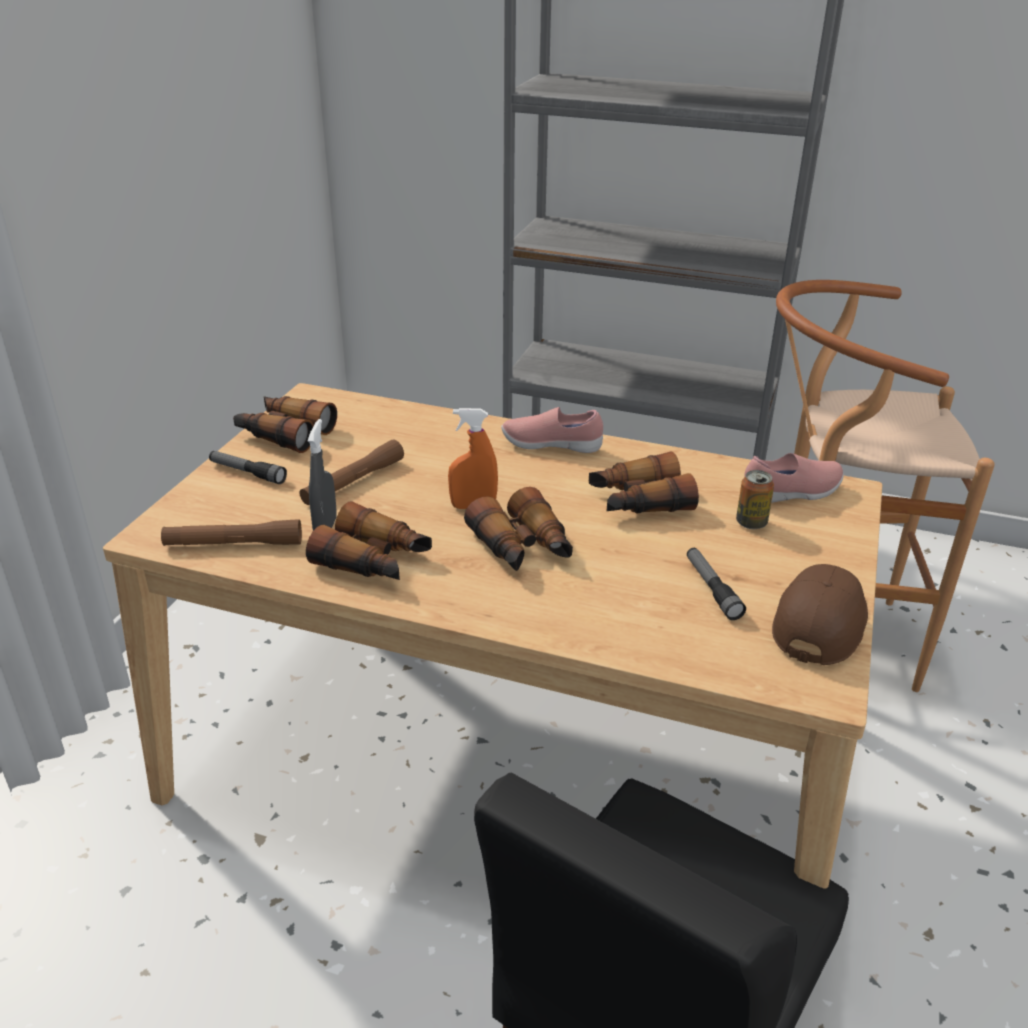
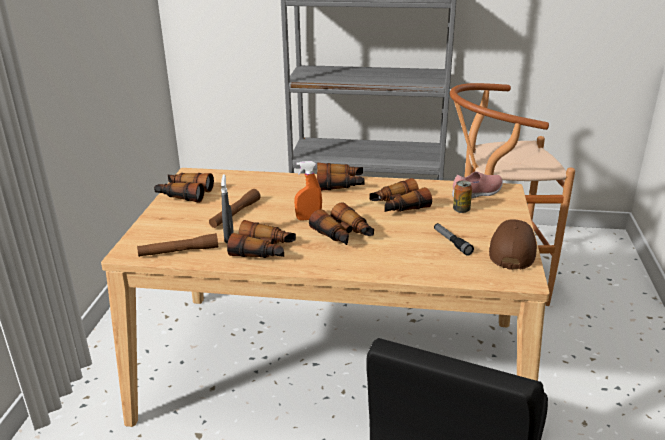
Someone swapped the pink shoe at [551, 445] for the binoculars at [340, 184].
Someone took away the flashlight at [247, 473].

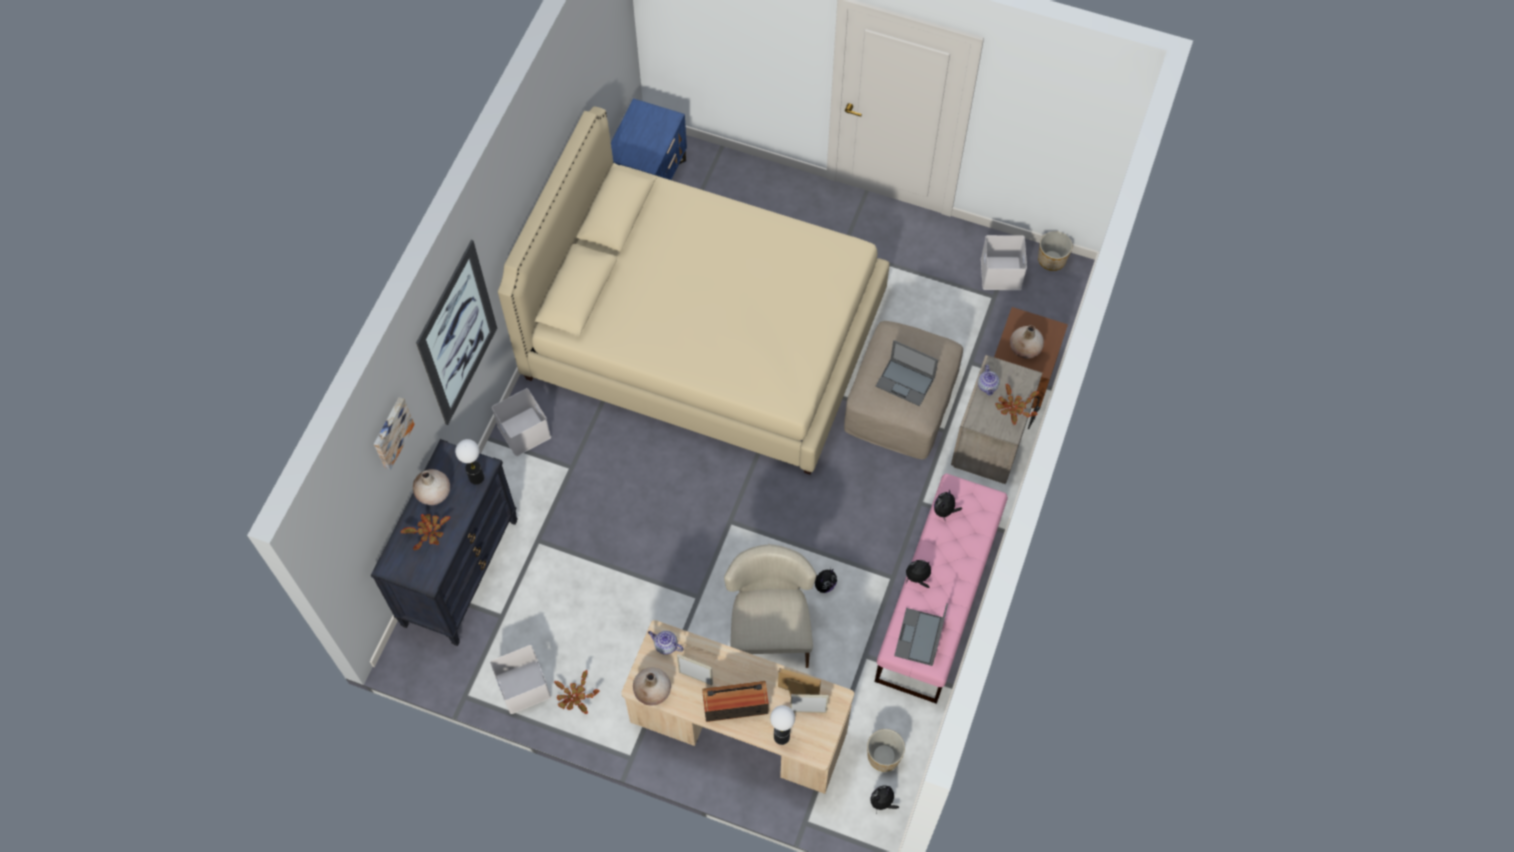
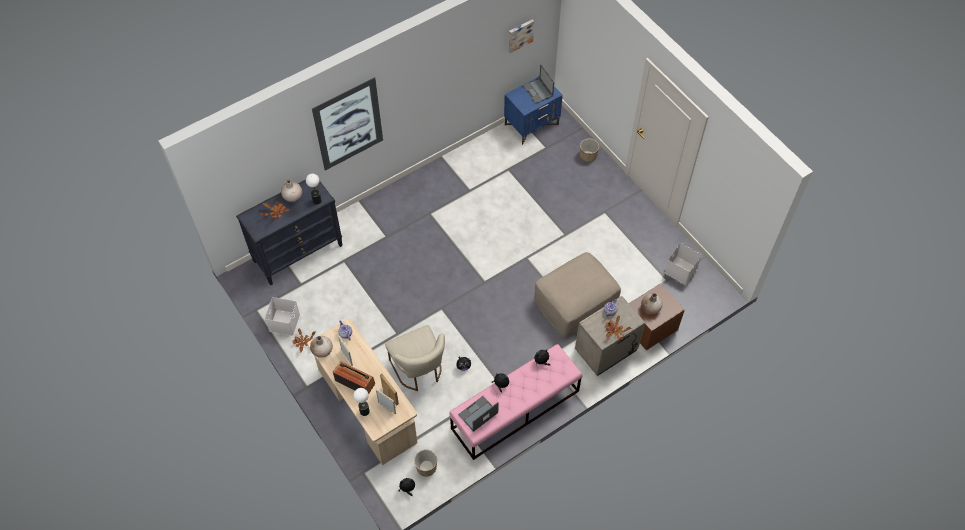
Someone rotated the beige chair at [769, 630] by 120 degrees clockwise.
Someone carried the picture from [391, 432] to [520, 35].
Someone carried the laptop from [906, 382] to [538, 91].
Someone carried the planter from [1051, 260] to [588, 156].
Someone took away the white storage box at [522, 431].
Someone took away the beige bed at [705, 337].

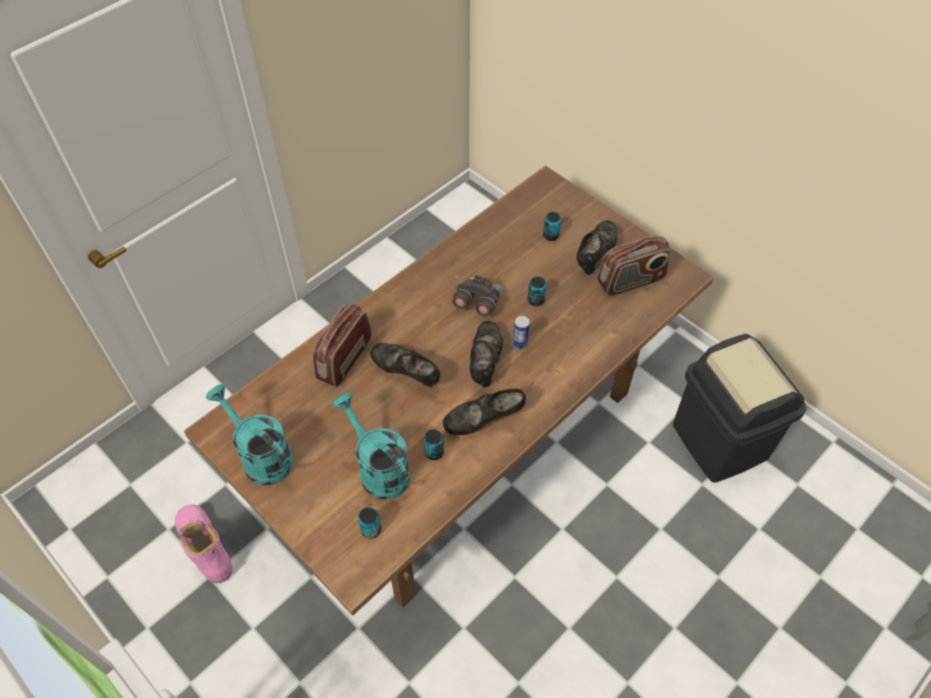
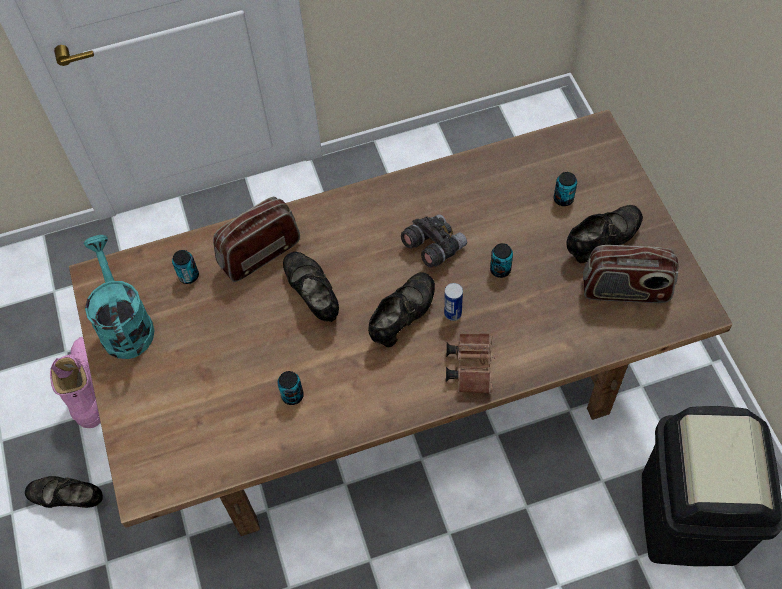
Someone carried the black shoe from [483, 421] to [69, 499].
Someone carried the can from [371, 529] to [189, 276].
Someone put down the brown binoculars at [470, 366].
Someone took away the turquoise watering can at [378, 468].

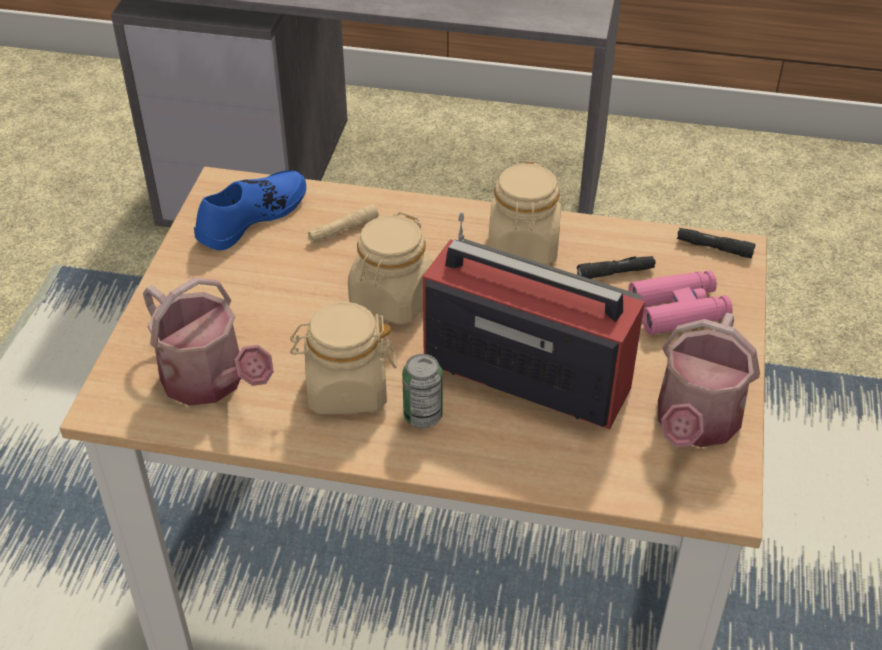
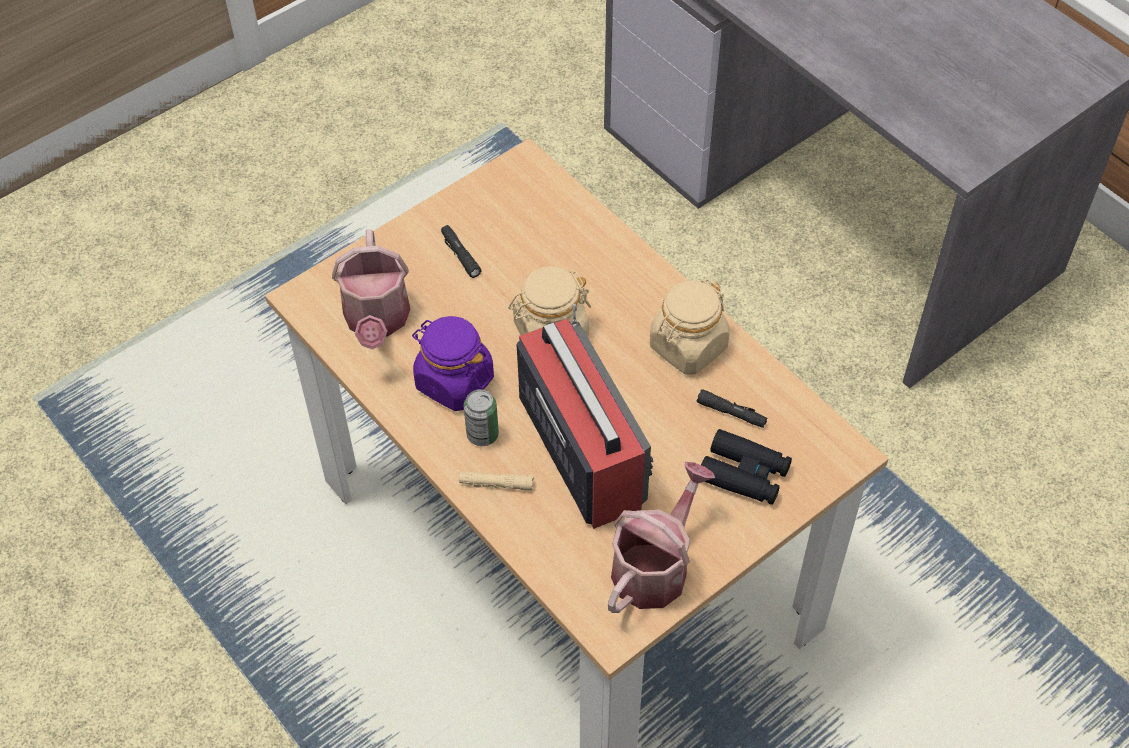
Someone repainted the beige jar at [346, 389], which became the purple jar at [454, 382].
Someone carried the black flashlight from [714, 248] to [460, 255].
Someone carried the beige flashlight from [343, 230] to [496, 484].
Someone rotated the watering can at [695, 424] by 150 degrees clockwise.
Someone repainted the pink binoculars at [678, 310], which became the black binoculars at [744, 474].
Someone took away the blue shoe at [252, 217].

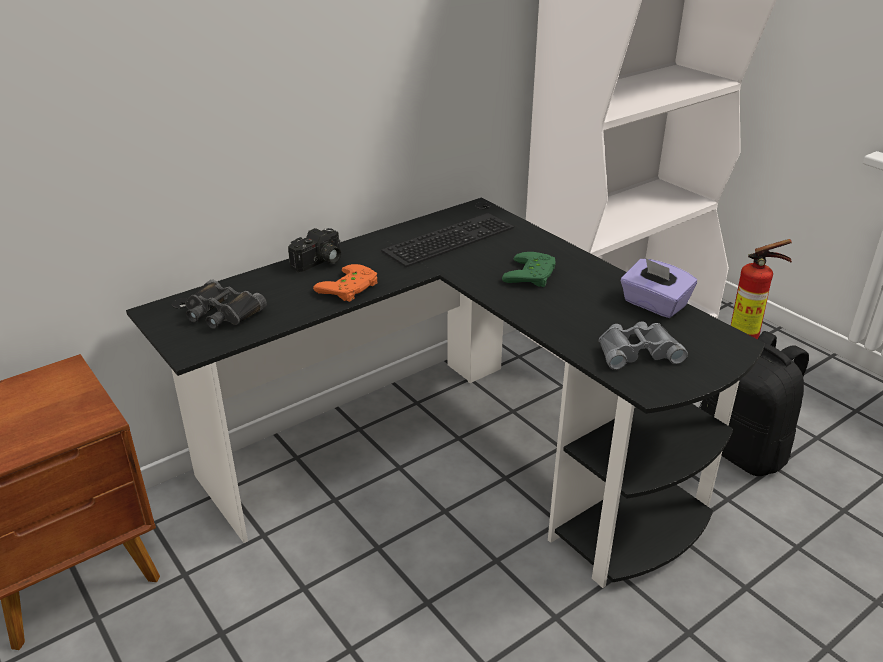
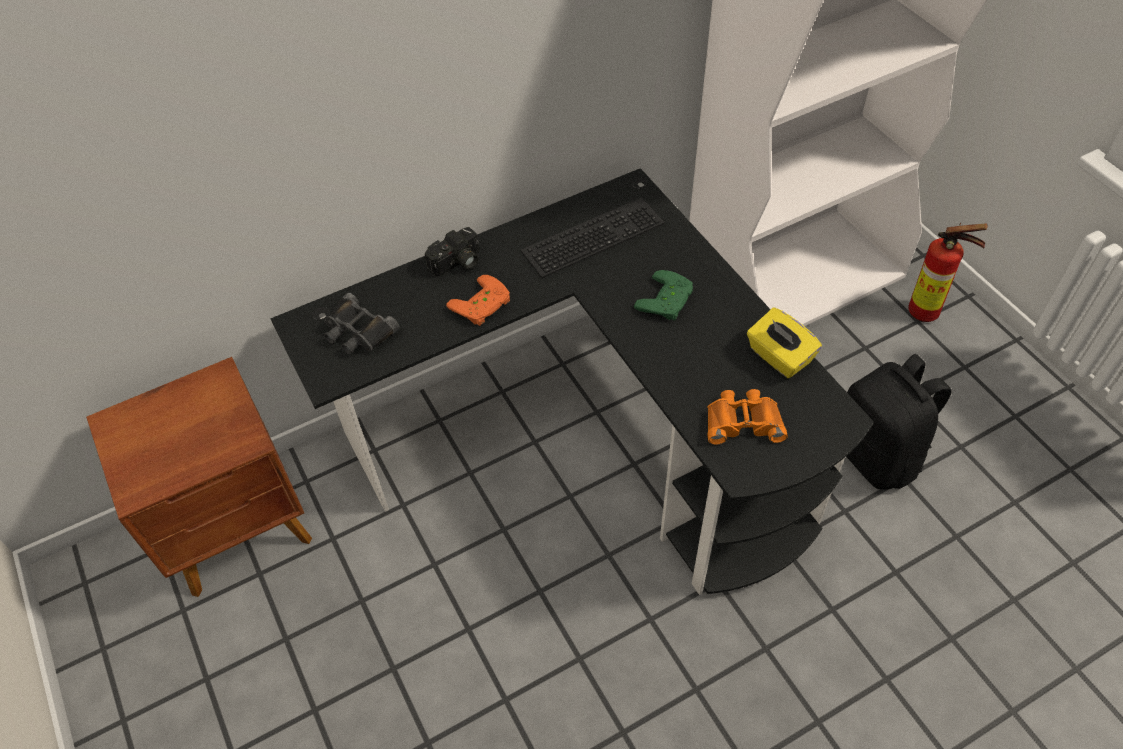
Someone repainted the grey binoculars at [637, 351], which became the orange binoculars at [743, 421].
Someone repainted the purple tissue box at [654, 305], which became the yellow tissue box at [779, 357].

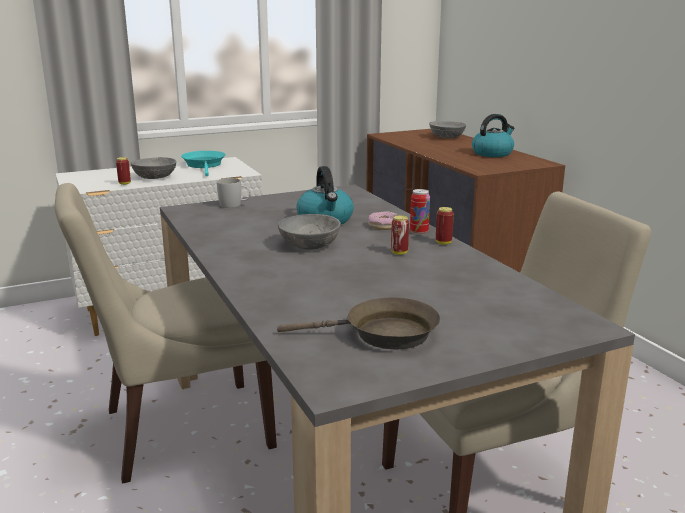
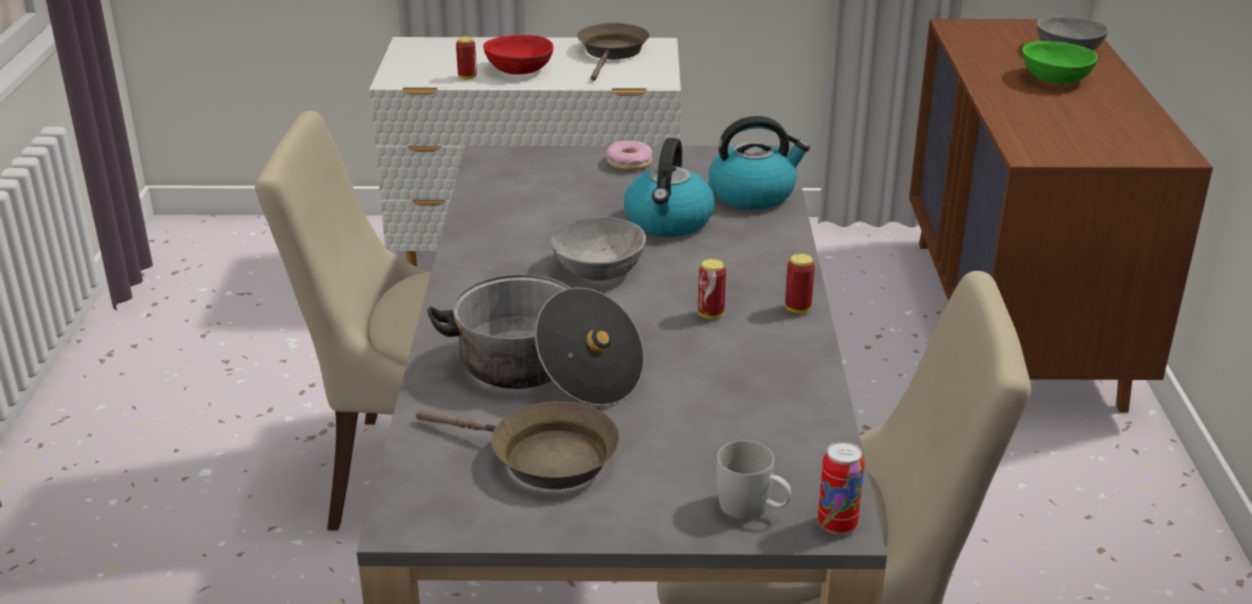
Someone put down the cooking pot at [544, 370].
Someone repainted the grey bowl at [155, 177], which became the red bowl at [519, 70].
Someone repainted the turquoise frying pan at [204, 165], which became the brown frying pan at [612, 52].
Someone carried the donut from [384, 226] to [629, 163].
Someone carried the kettle from [492, 153] to [753, 194].
Someone carried the white mug from [234, 205] to [753, 508].
Someone carried the can from [419, 232] to [837, 525].
Someone put down the green bowl at [1055, 79].

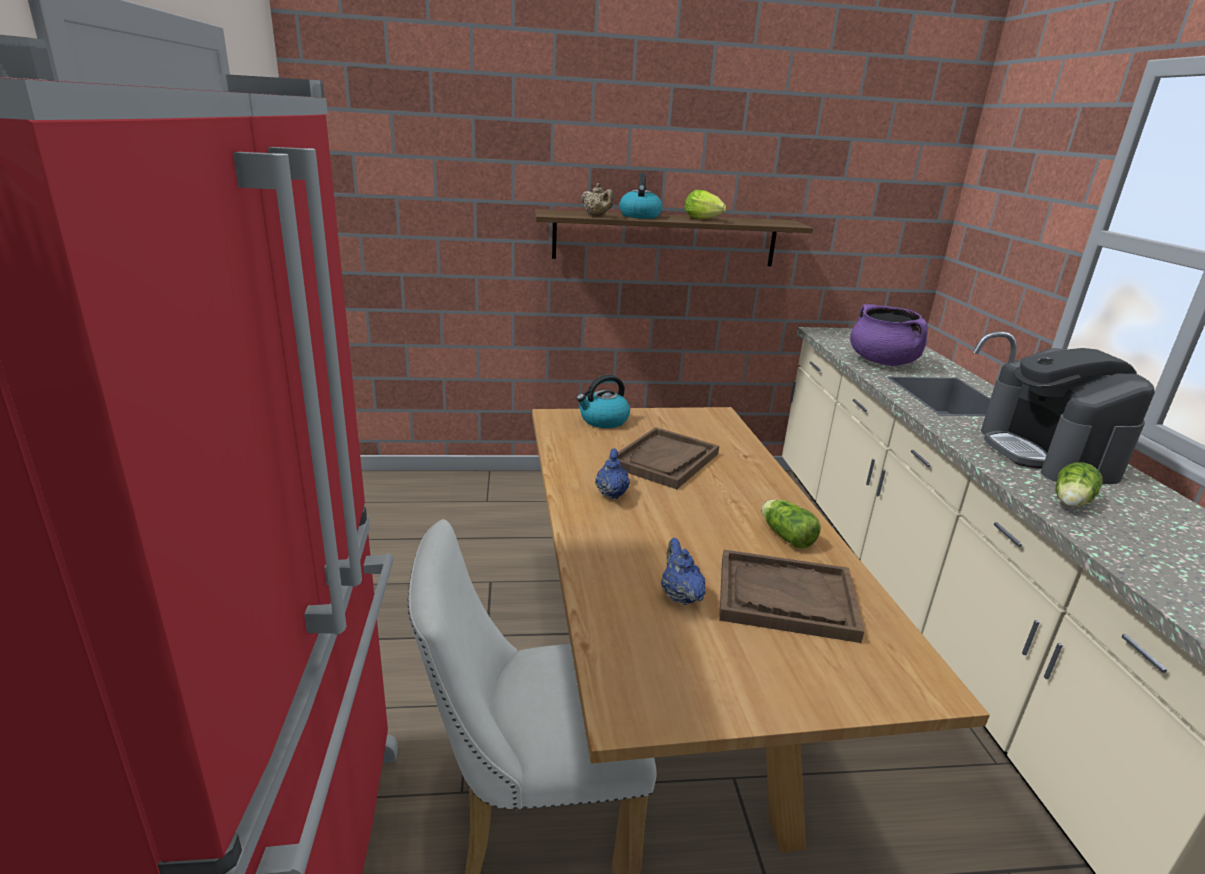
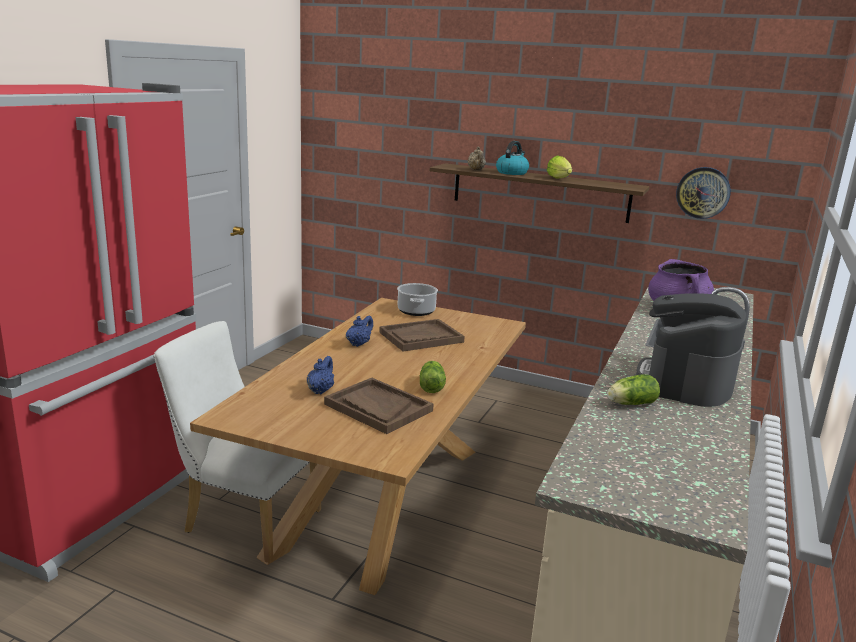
Someone swapped the kettle at [603, 420] for the cooking pot at [416, 311].
Someone put up the wall clock at [703, 192].

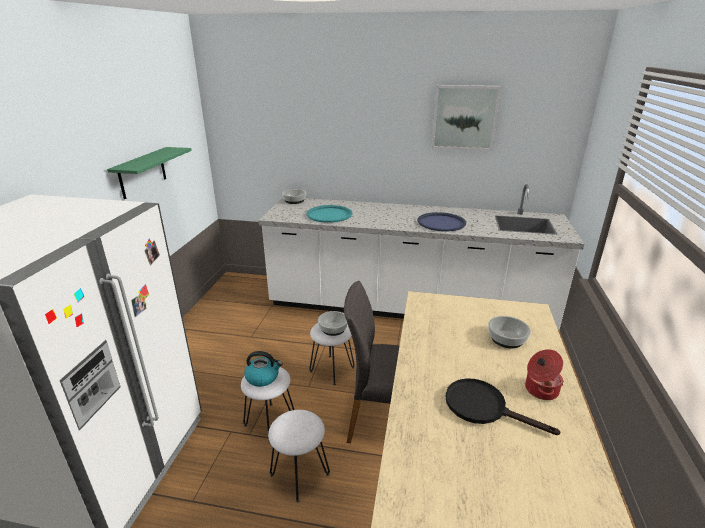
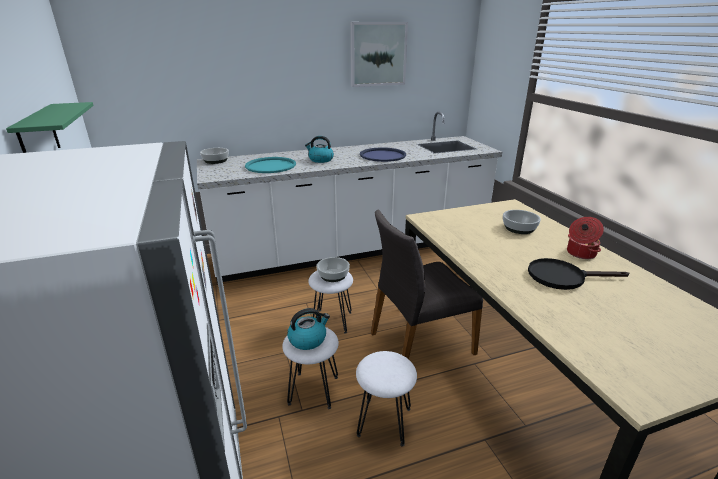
Someone put down the kettle at [320, 160].

